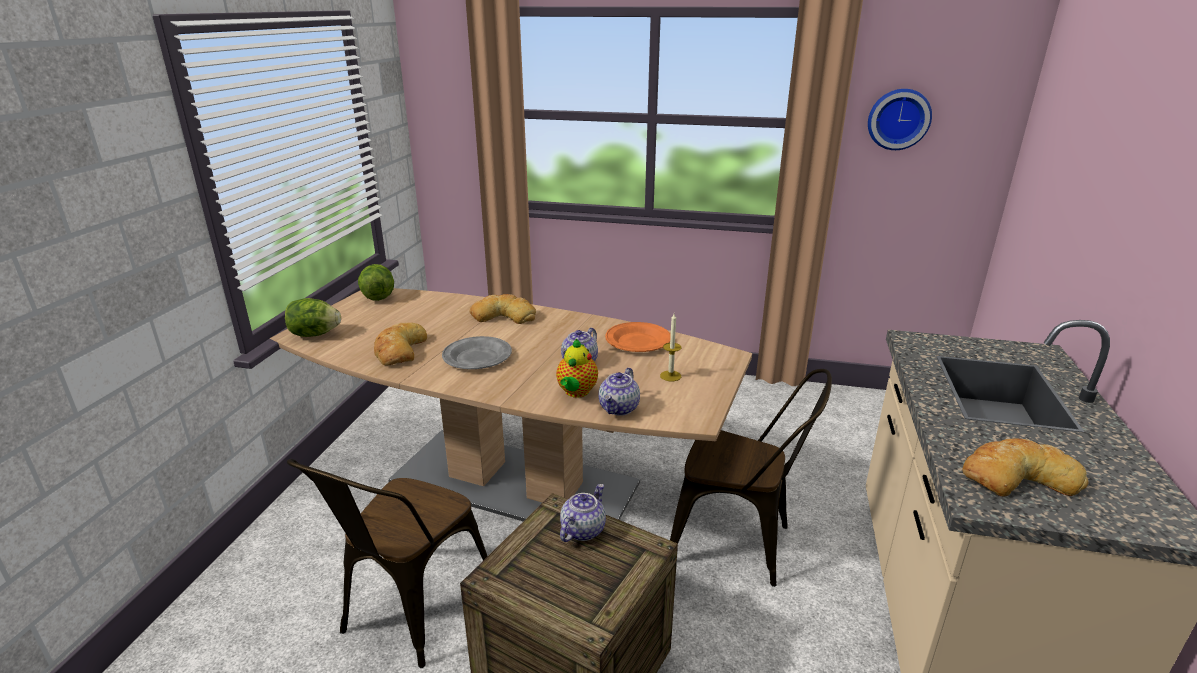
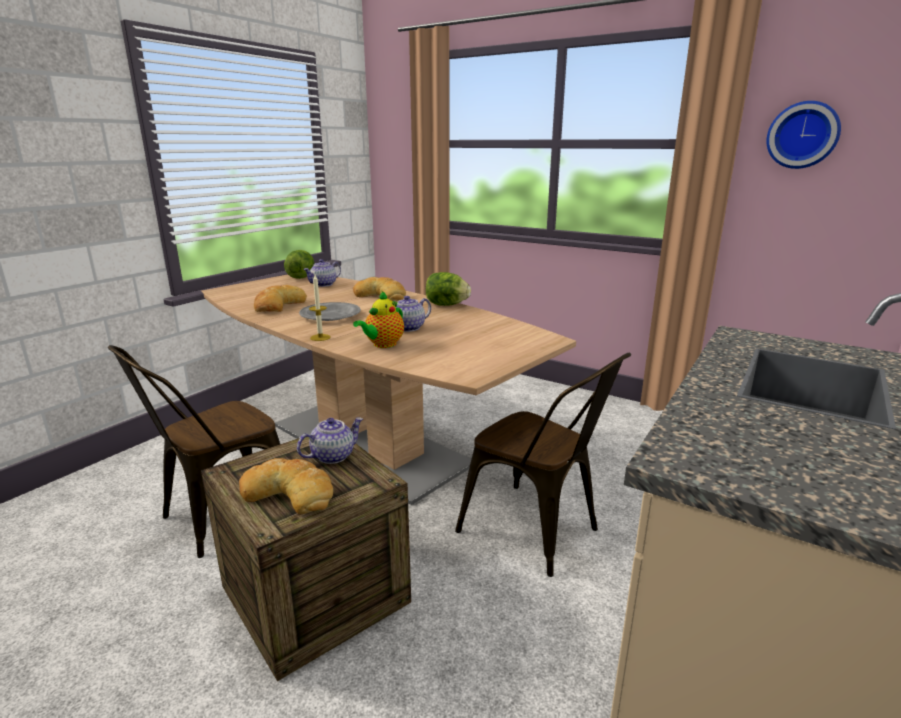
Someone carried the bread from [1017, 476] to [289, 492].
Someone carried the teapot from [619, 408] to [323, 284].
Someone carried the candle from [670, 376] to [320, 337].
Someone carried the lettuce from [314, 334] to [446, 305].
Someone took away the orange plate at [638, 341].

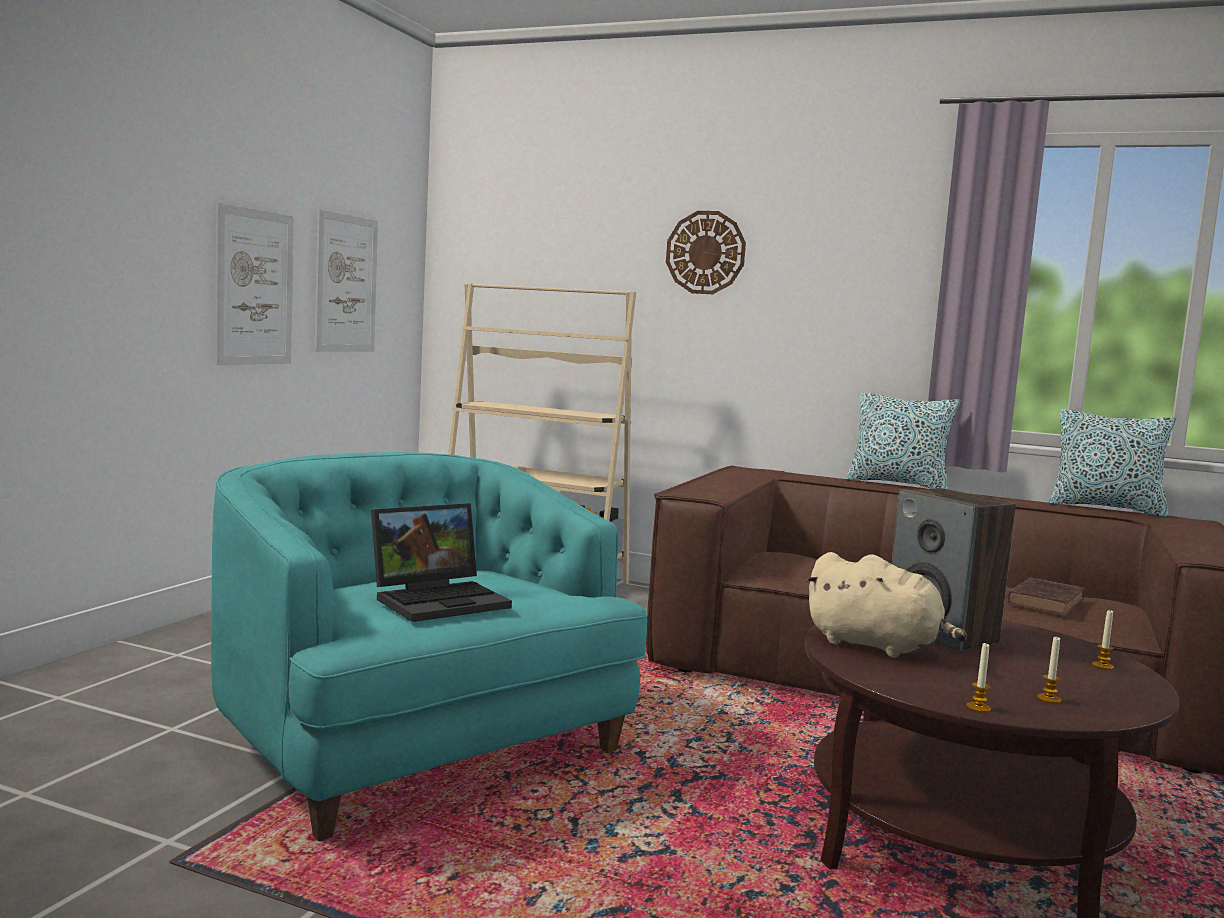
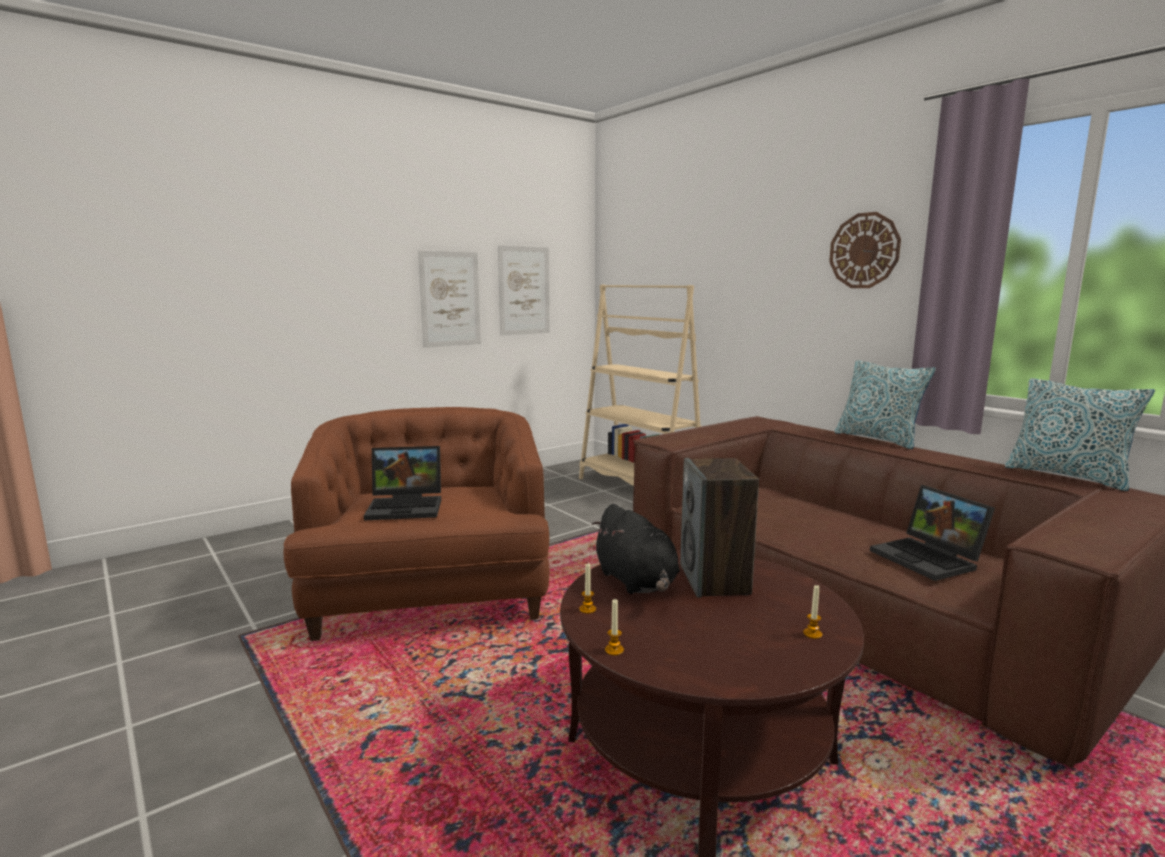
Someone repainted the turquoise armchair at [418, 747], which became the brown armchair at [430, 593].
Someone carried the candle from [1049, 699] to [587, 609].
Someone repainted the beige plush toy at [877, 647], which became the black plush toy at [637, 582].
Someone carried the wall clock from [705, 252] to [864, 250].
Someone swapped the brown book at [1045, 601] for the laptop at [929, 559].

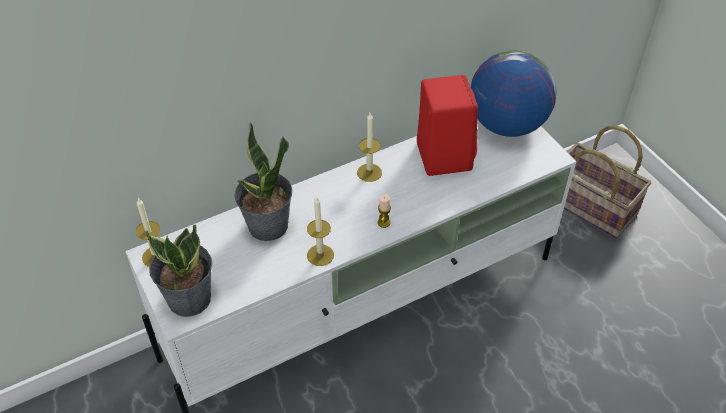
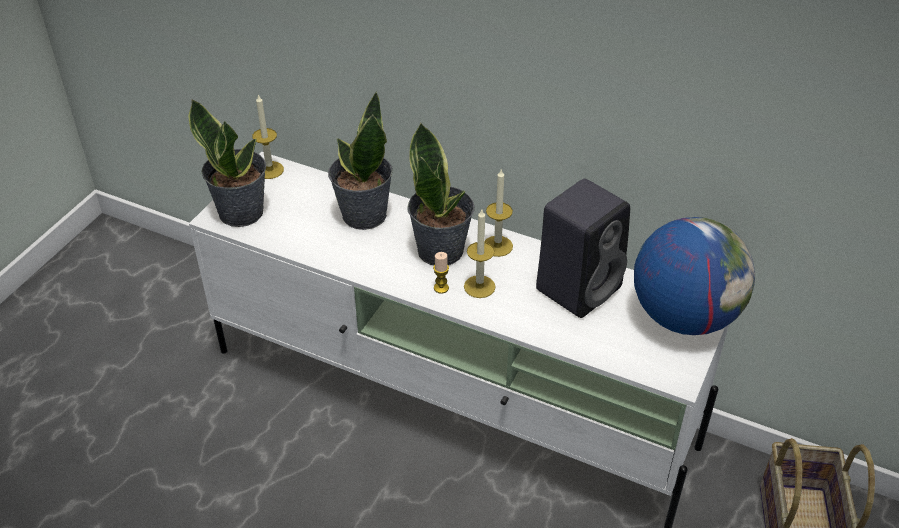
Someone put down the potted plant at [441, 250].
Someone carried the candle from [320, 255] to [479, 286].
Someone repainted the red speaker at [442, 155], which became the black speaker at [579, 286].

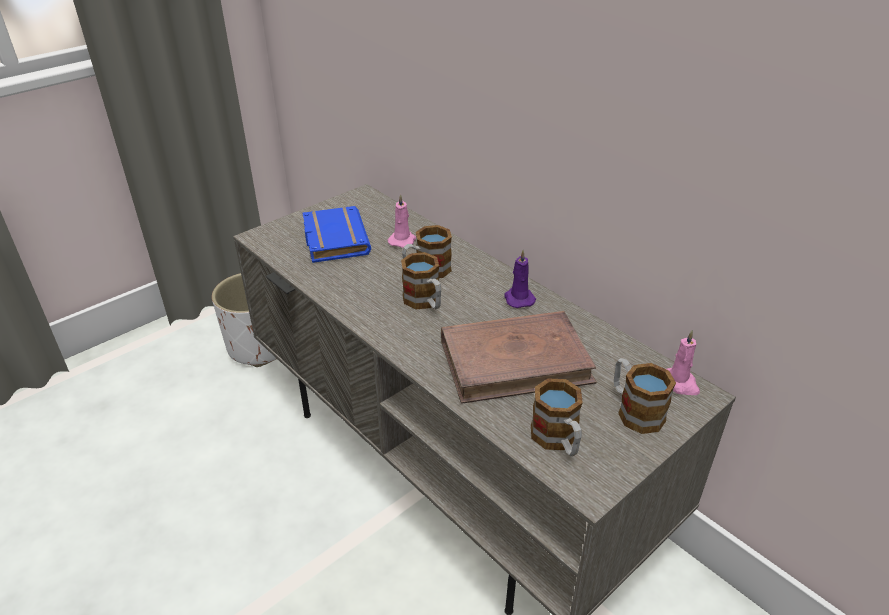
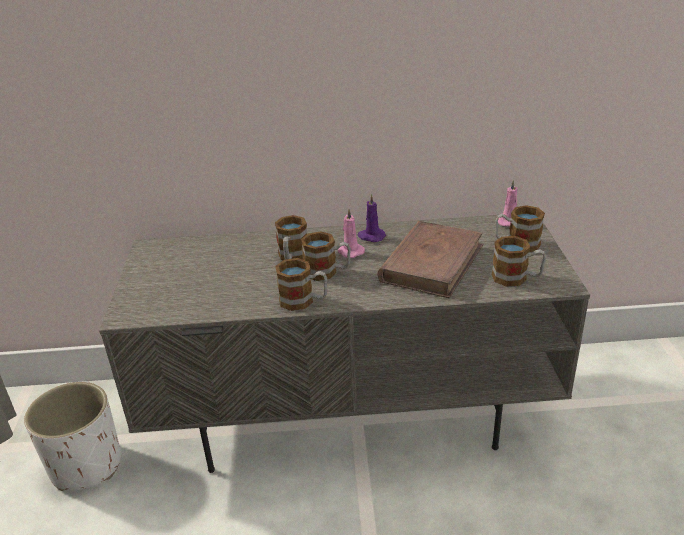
Someone put down the mug at [303, 301].
Someone carried the pink candle from [402, 240] to [350, 251].
Someone took away the blue book at [333, 239].

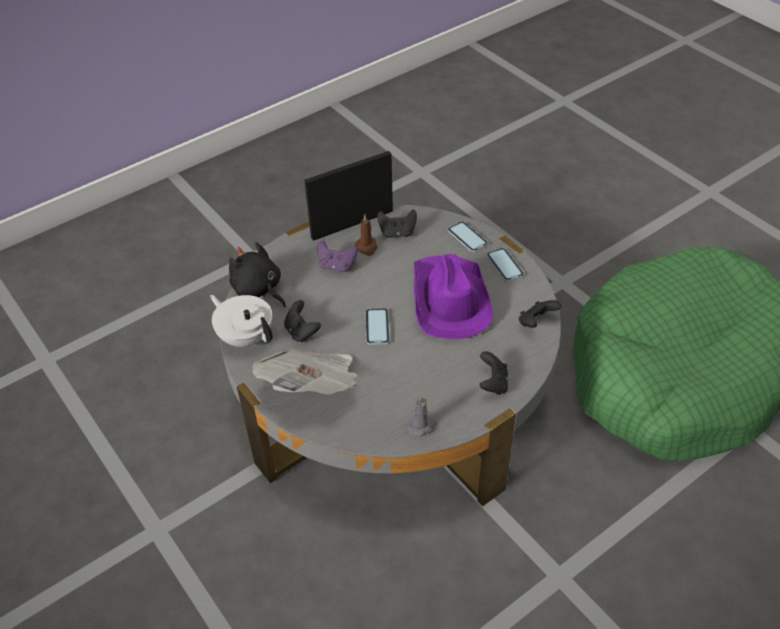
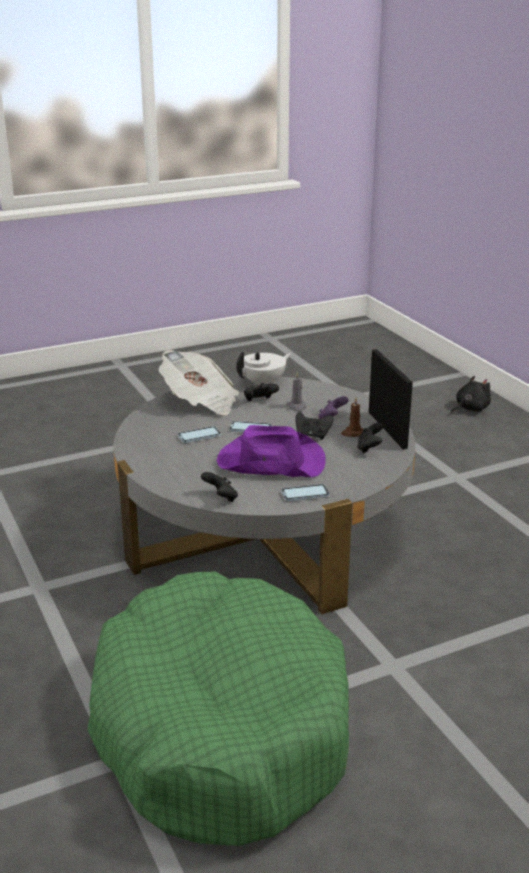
Someone carried the phone from [467, 238] to [199, 436].
Someone carried the grey candle from [422, 426] to [297, 407].
Someone carried the black game controller from [493, 383] to [312, 435].
Someone carried the black plush toy from [258, 290] to [470, 408].

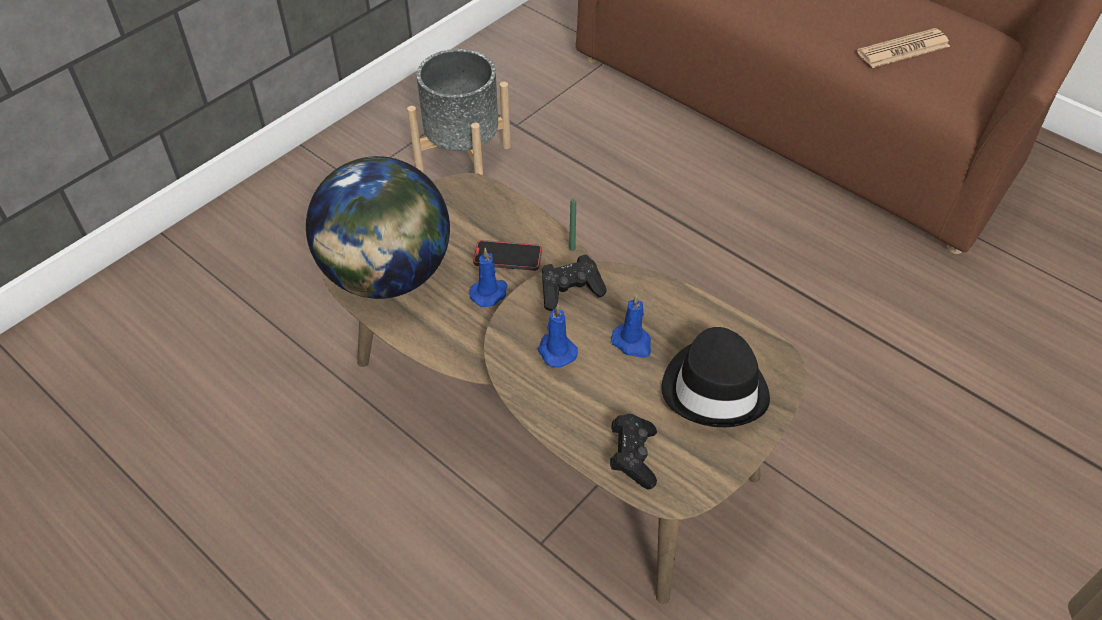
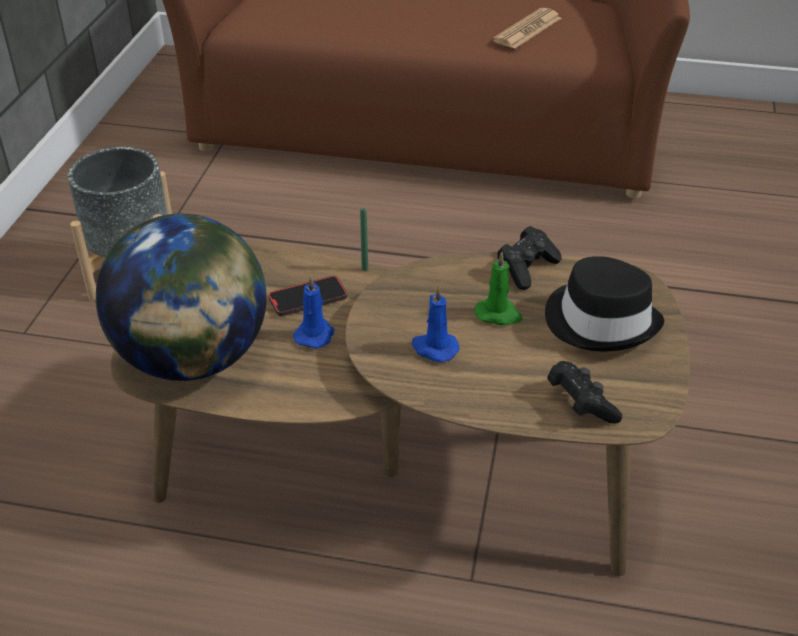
Someone repainted the blue candle at [632, 343], which became the green candle at [499, 314].
Someone carried the black game controller from [570, 291] to [527, 268].

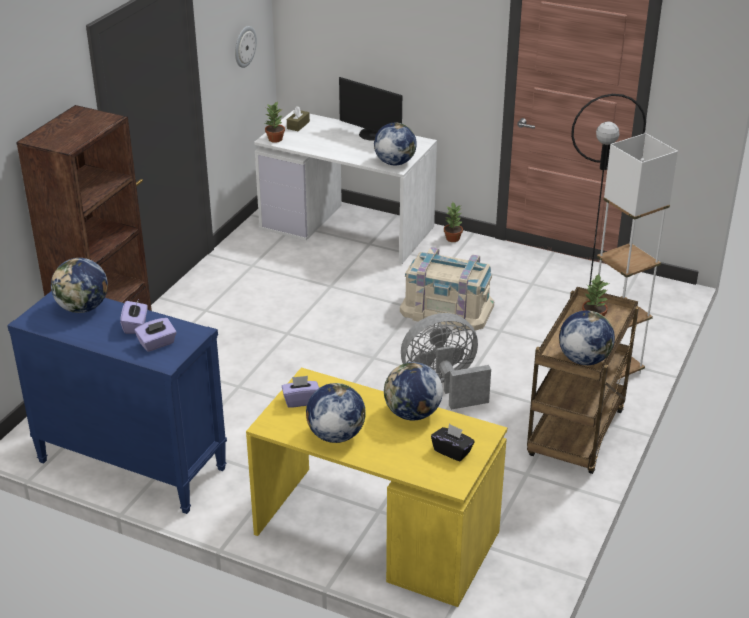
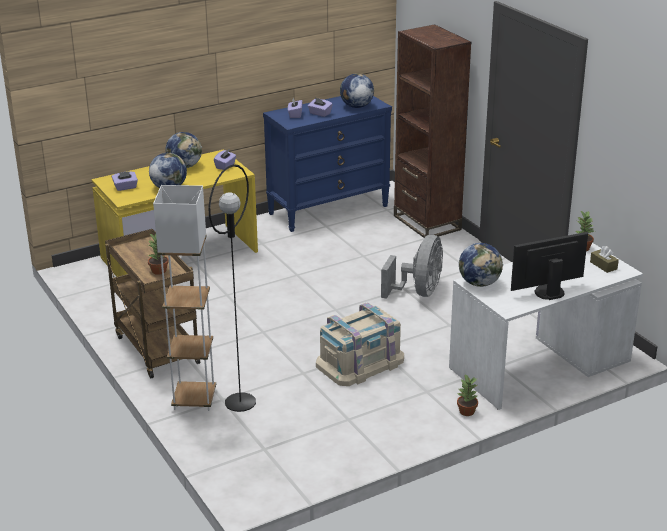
Someone repainted the black tissue box at [452, 451], which became the purple tissue box at [125, 187].
Someone carried the grey fan from [444, 386] to [418, 292].
Someone took away the wall clock at [244, 46].
Someone took away the globe at [583, 359].

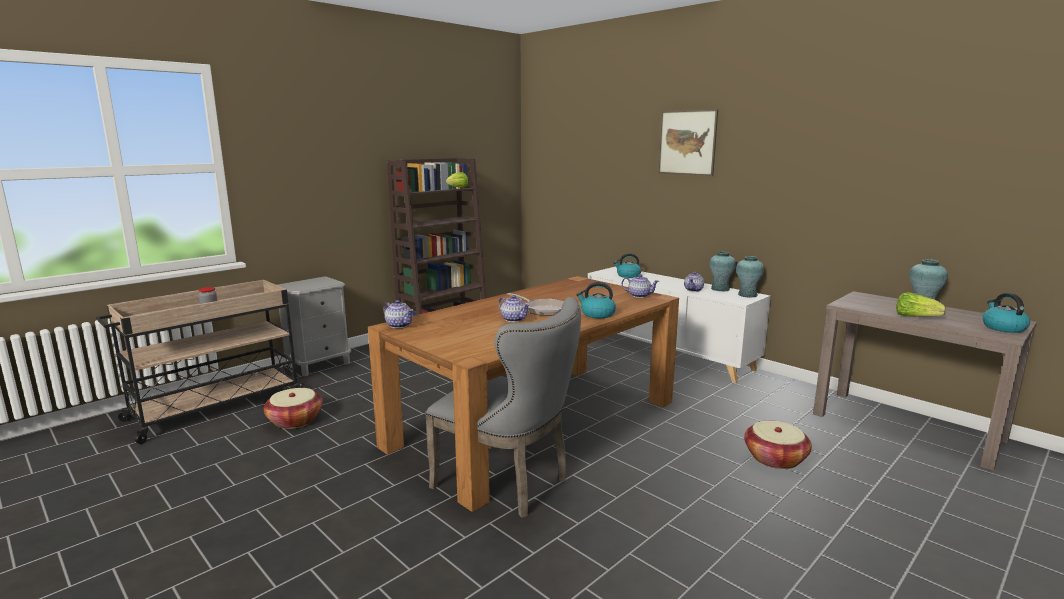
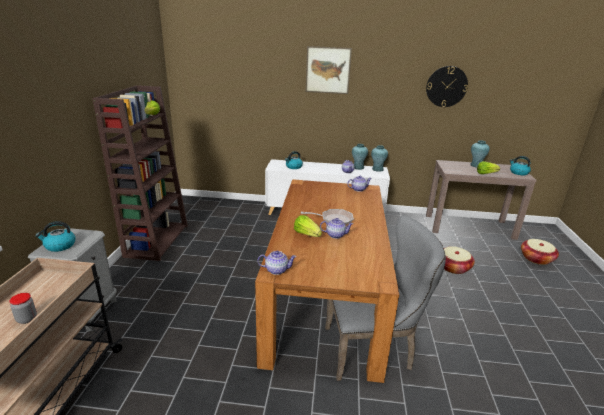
Someone carried the kettle from [597, 314] to [60, 246].
Someone put down the lettuce at [306, 234].
Someone put up the wall clock at [446, 86].
Someone carried the basket from [295, 420] to [536, 259].

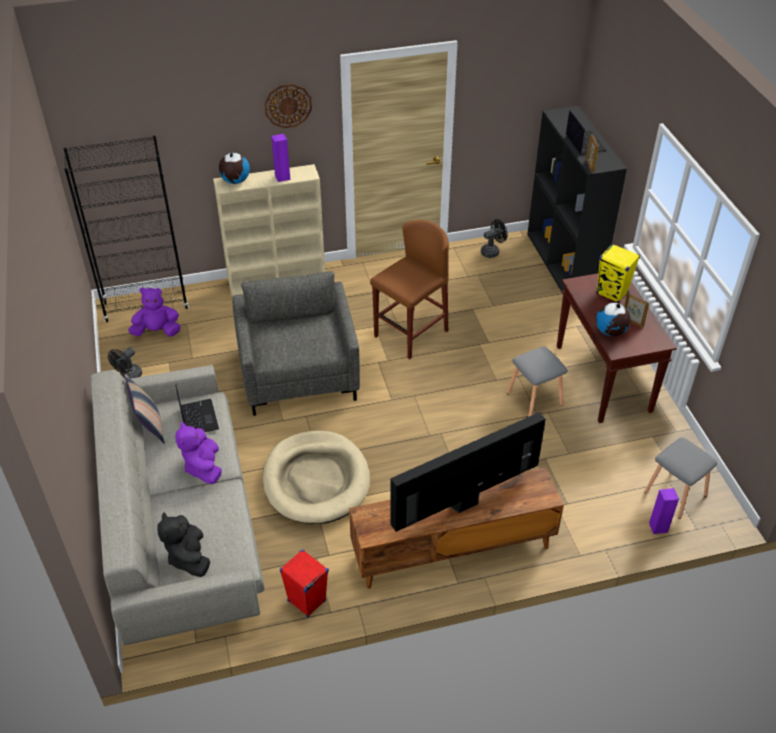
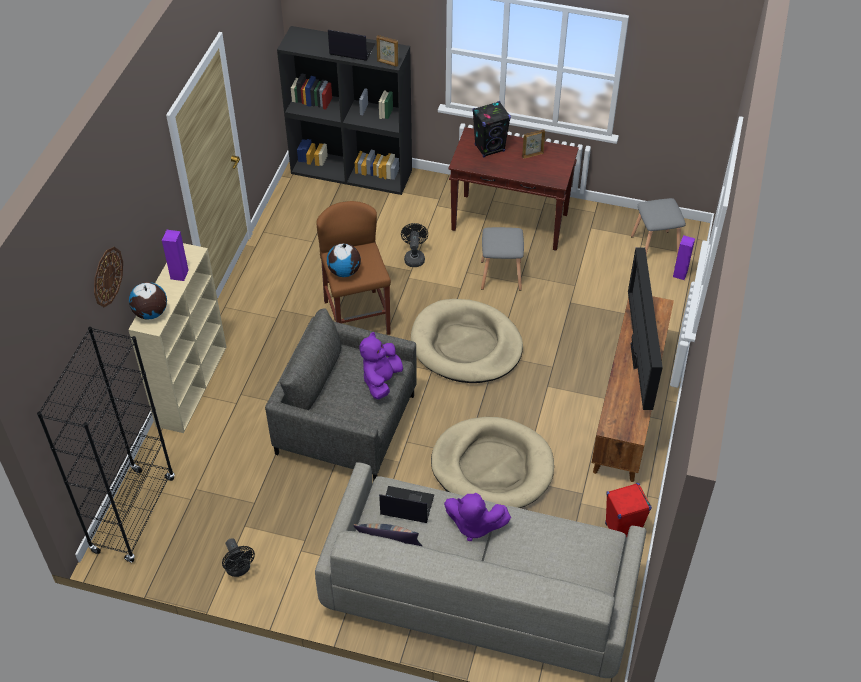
Someone carried the wall clock from [288, 105] to [107, 276].
Someone carried the globe from [610, 332] to [345, 271].
Someone carried the purple plush toy from [157, 331] to [381, 380].
Someone carried the black fan from [492, 251] to [414, 257].
Someone put down the beige dog bed at [466, 345].
Someone repainted the yellow speaker at [612, 293], which became the black speaker at [489, 148].
Someone took away the black plush toy at [188, 557].

